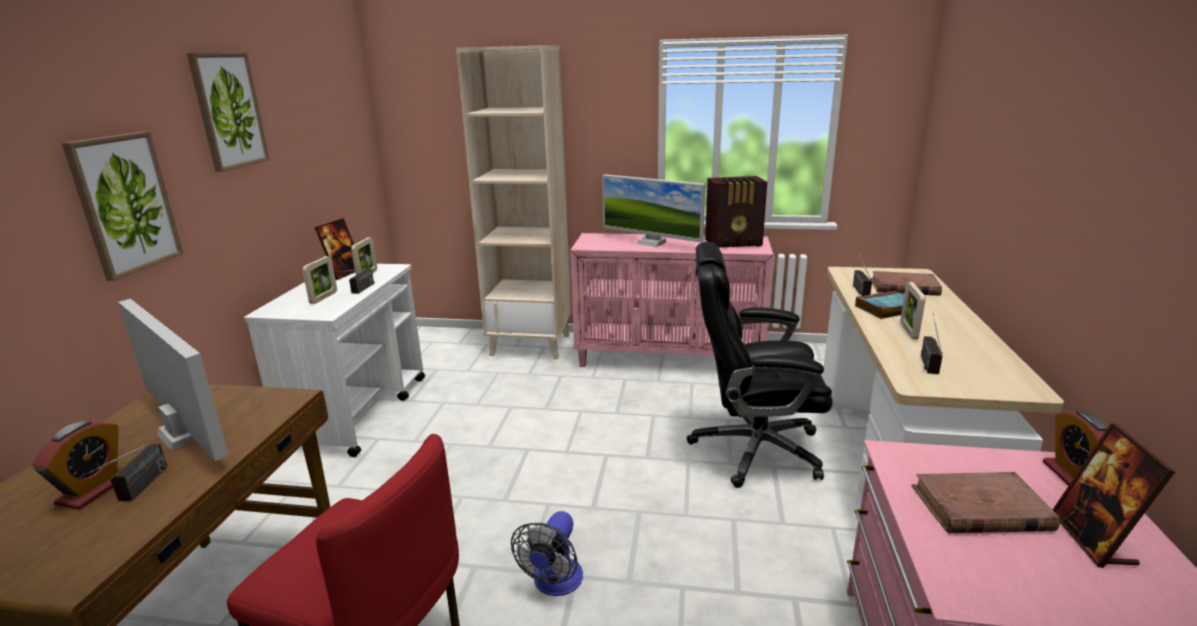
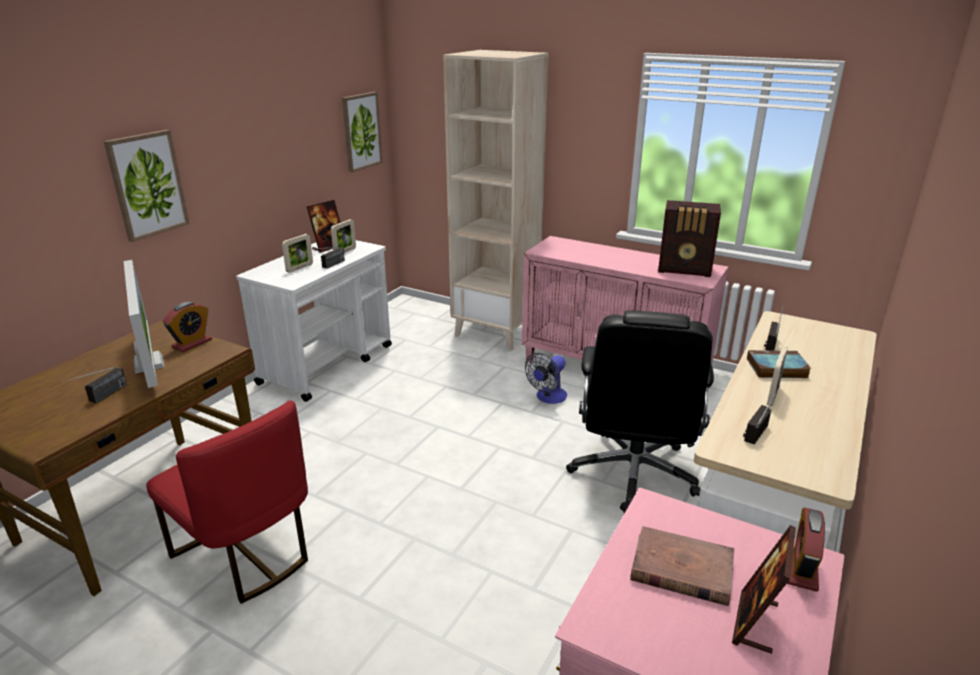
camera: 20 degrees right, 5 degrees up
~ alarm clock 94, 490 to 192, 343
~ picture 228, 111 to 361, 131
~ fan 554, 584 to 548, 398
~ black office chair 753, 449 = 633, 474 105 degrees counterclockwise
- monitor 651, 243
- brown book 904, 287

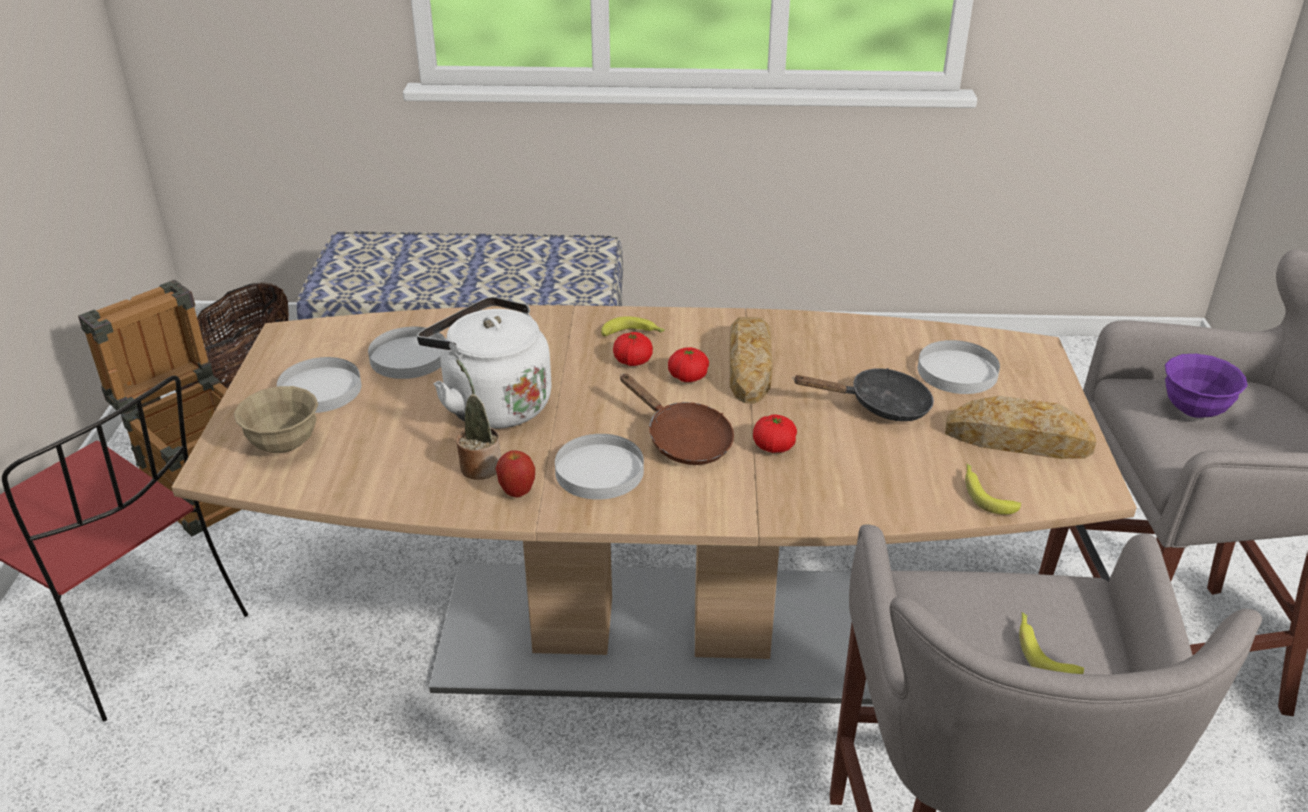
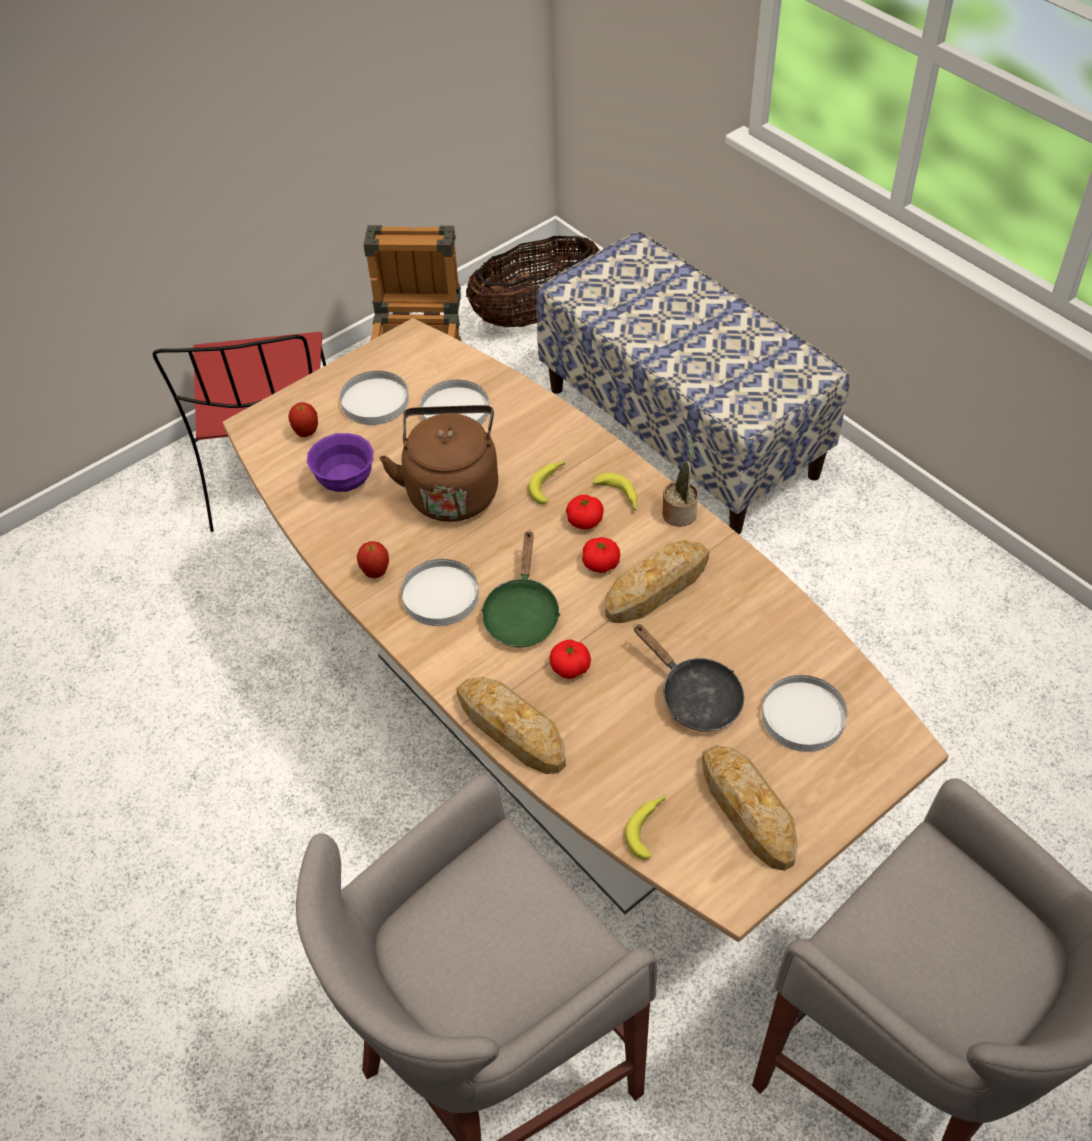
camera: 50 degrees right, 15 degrees up
~ beige bowl 284, 444 to apple 306, 433
~ purple bowl 1194, 410 to 345, 482
~ white kettle 492, 404 to brown kettle 451, 490
+ bread 511, 729
~ brown frying pan 683, 440 to green frying pan 521, 614
~ banana 1042, 651 to 549, 484
~ potted plant 479, 465 to 679, 512

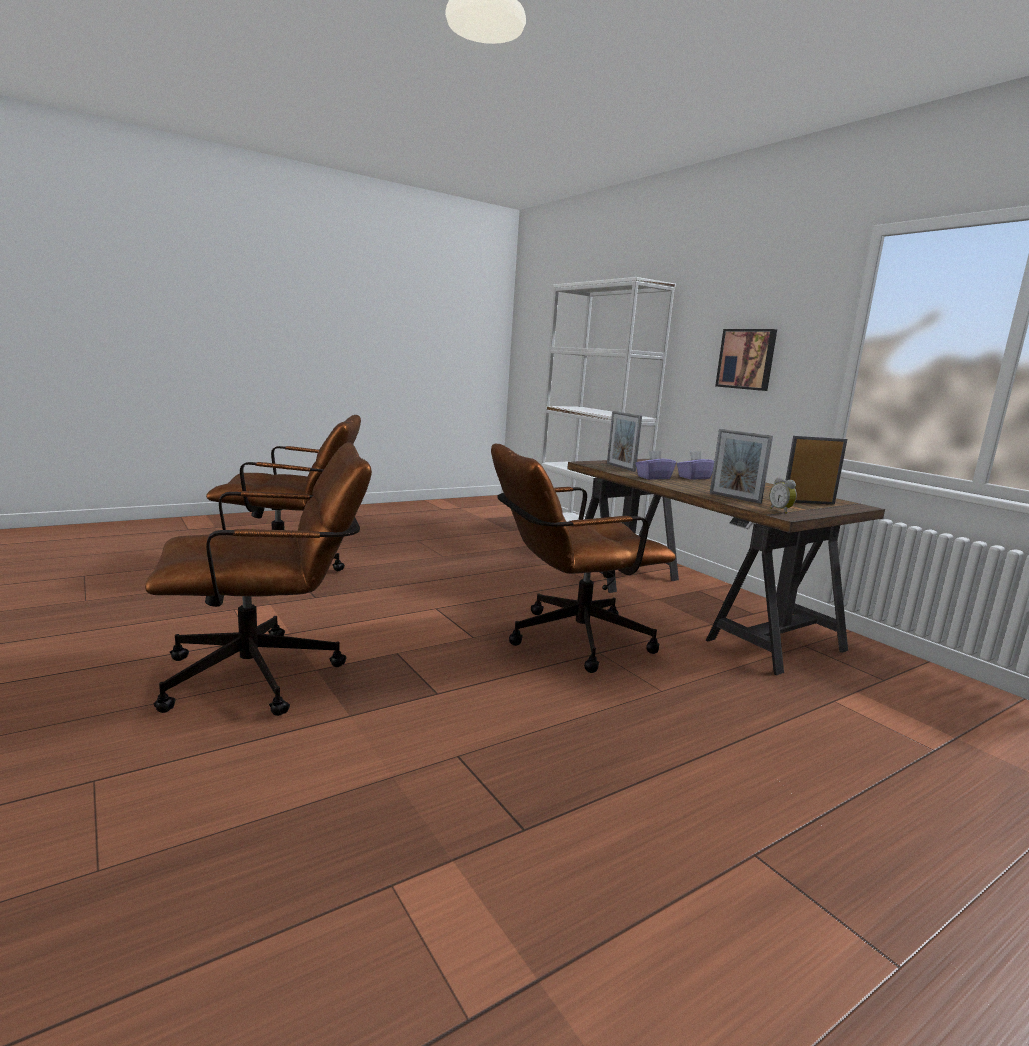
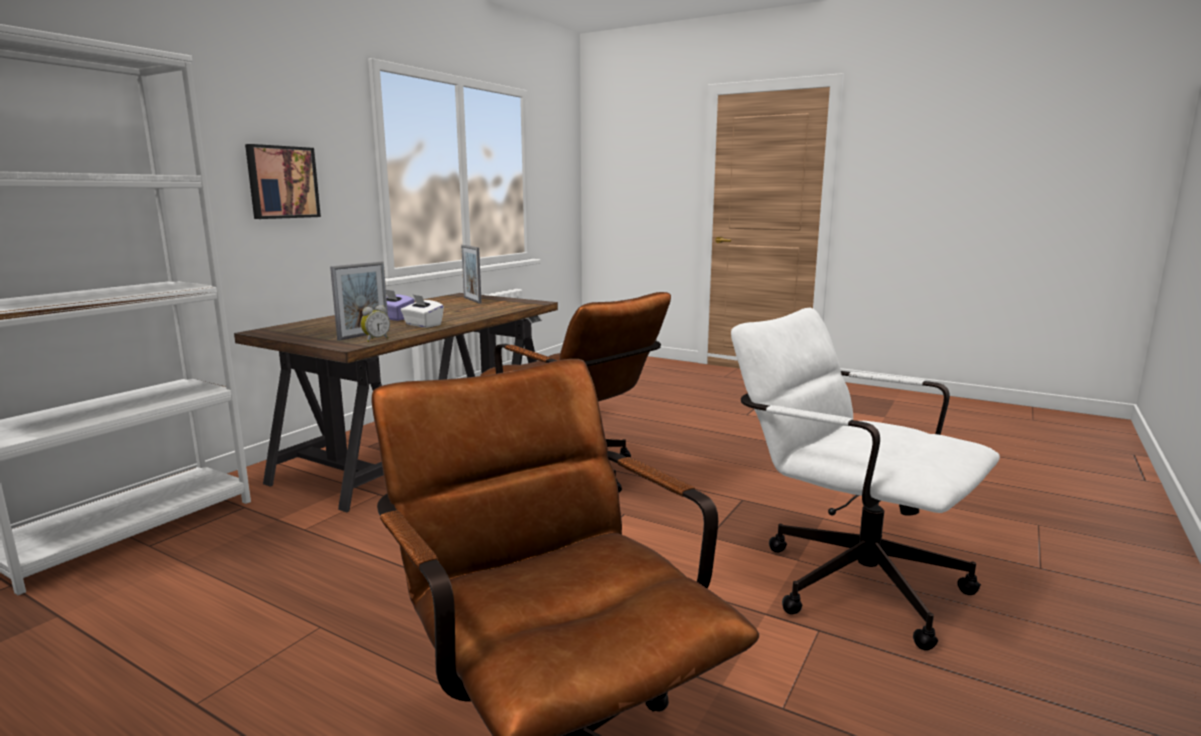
camera: 115 degrees left, 0 degrees up
~ alarm clock 781, 511 to 375, 339
~ purple tissue box 653, 477 to white tissue box 422, 325
~ brown office chair 269, 674 to white office chair 845, 577
- picture frame 735, 498

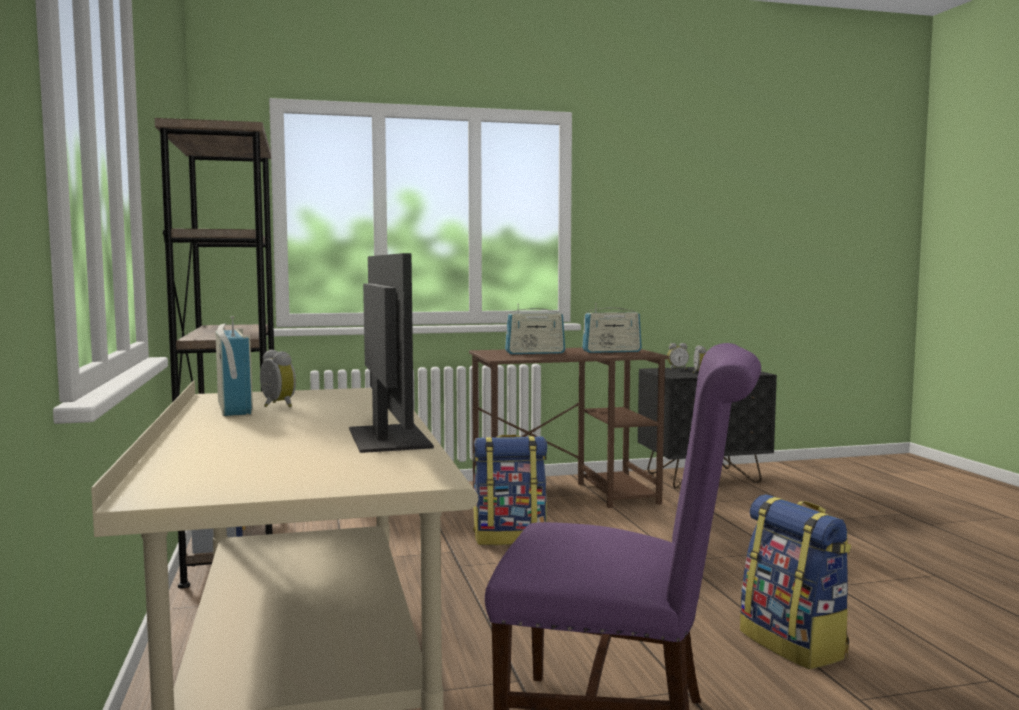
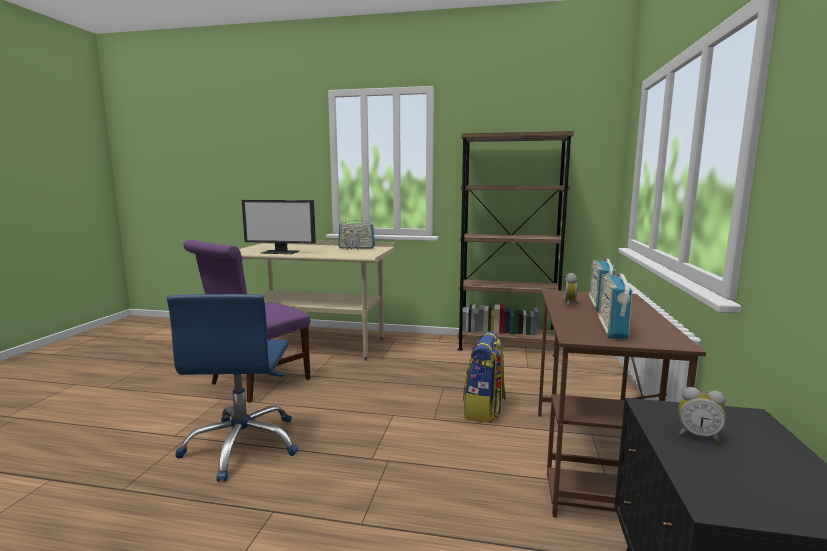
camera: 115 degrees right, 5 degrees up
~ backpack 794, 644 to blue office chair 243, 445
~ alarm clock 677, 369 to 571, 304

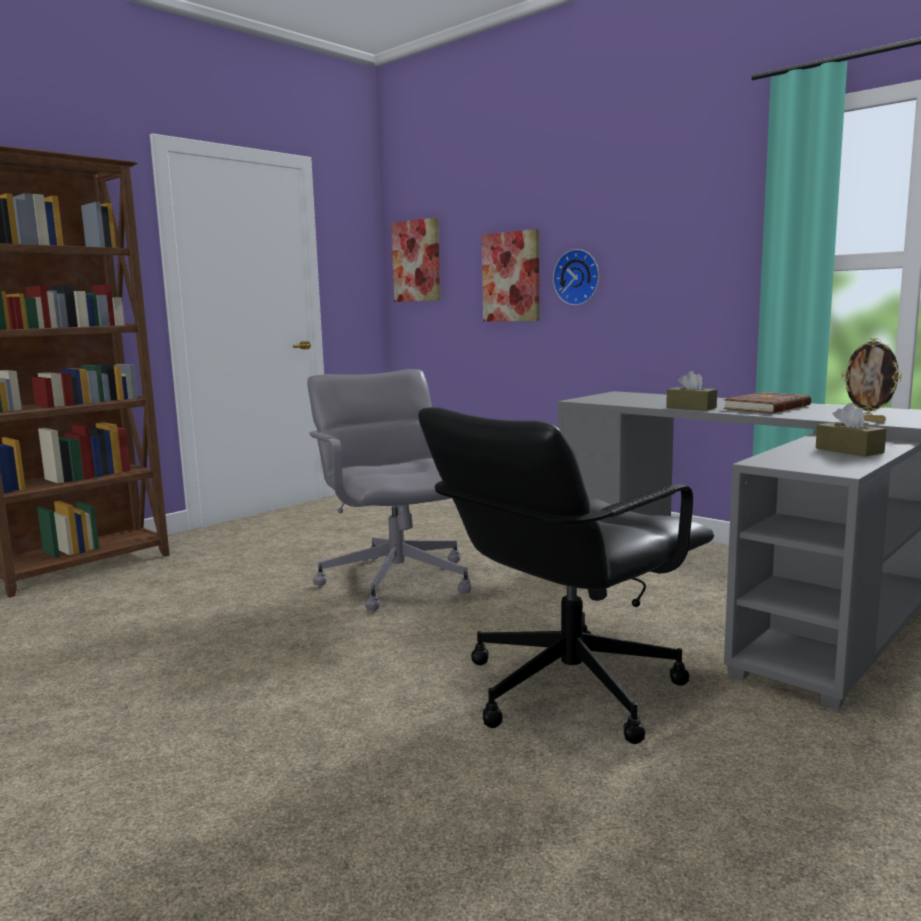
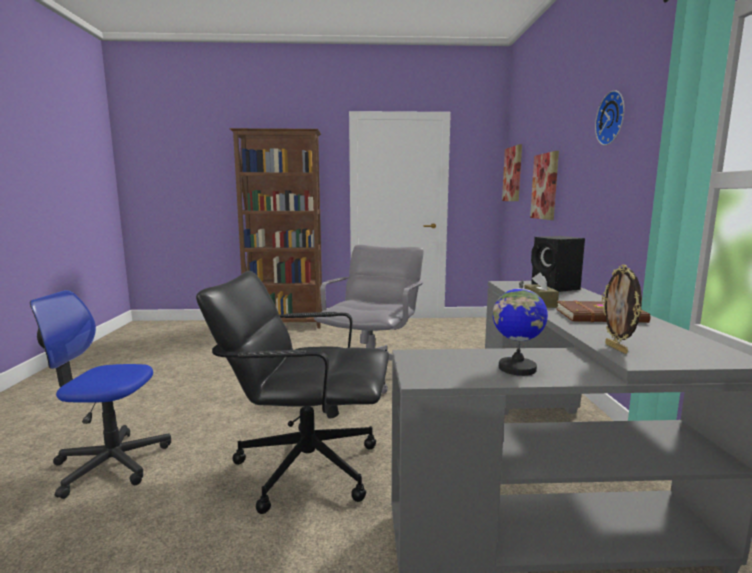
camera: 45 degrees right, 0 degrees up
+ office chair 111, 463
~ brown tissue box 849, 450 to globe 516, 368
+ black speaker 556, 288
~ wall clock 578, 277 to 613, 118

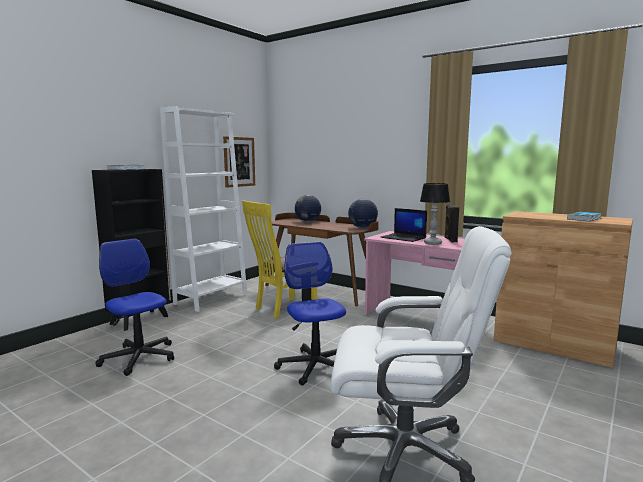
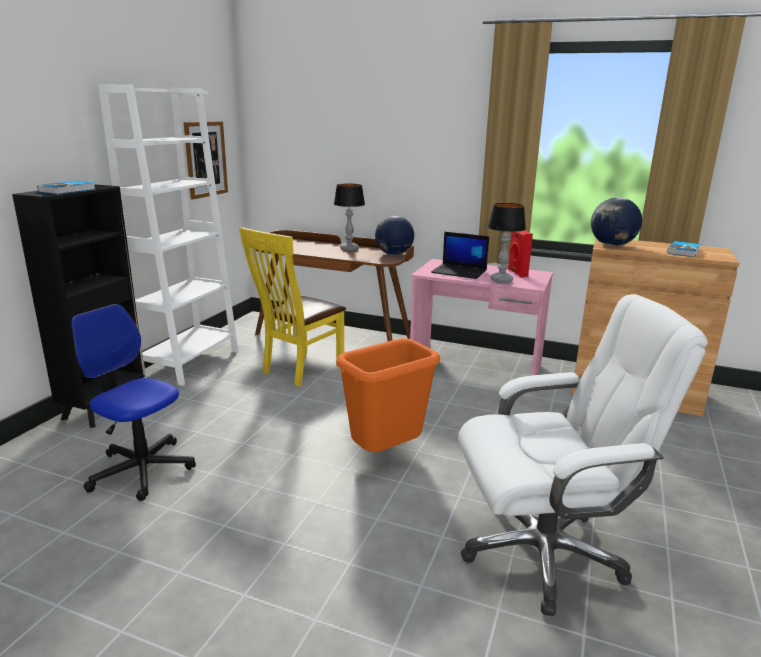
camera: 15 degrees left, 10 degrees up
+ table lamp 349, 249
~ office chair 314, 366 to orange trash can 386, 454
~ black speaker 450, 240 to red speaker 516, 273
~ globe 307, 221 to 612, 245

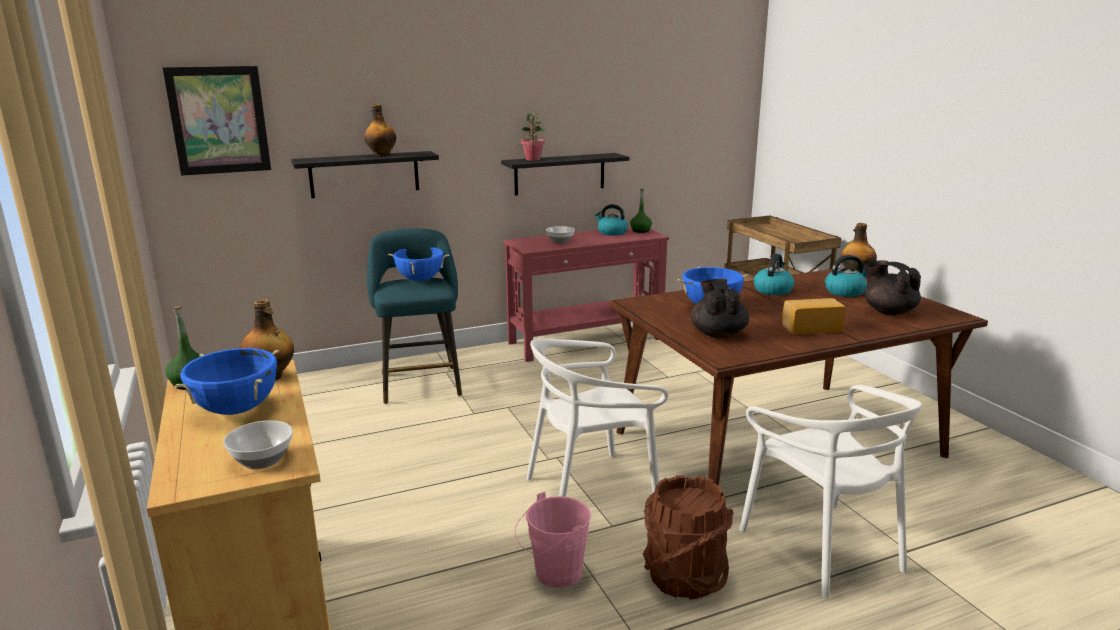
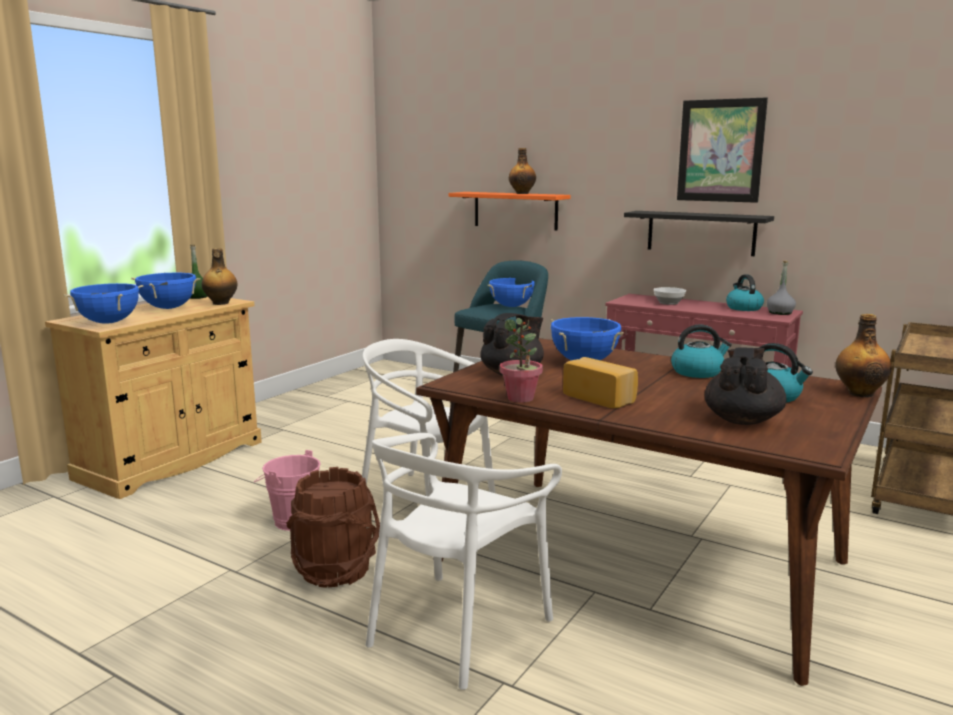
camera: 55 degrees right, 5 degrees down
~ bowl 263, 459 to blue cooking pot 109, 322
~ black shelf 364, 174 to orange shelf 515, 210
~ potted plant 533, 159 to 520, 398
~ picture 219, 120 to 720, 151
~ green bottle 640, 230 to grey bottle 780, 313

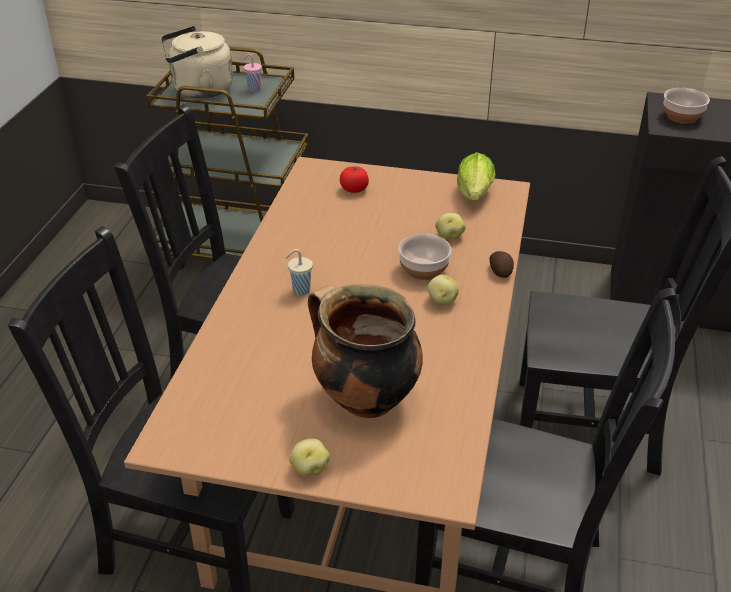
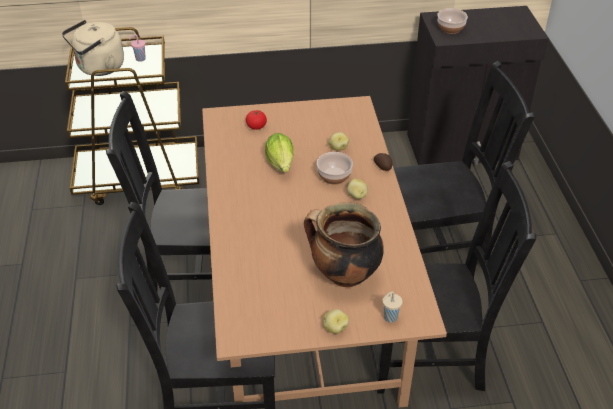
camera: 20 degrees left, 5 degrees up
~ lettuce 474, 196 to 281, 165
~ beige cup 300, 290 to 389, 318

